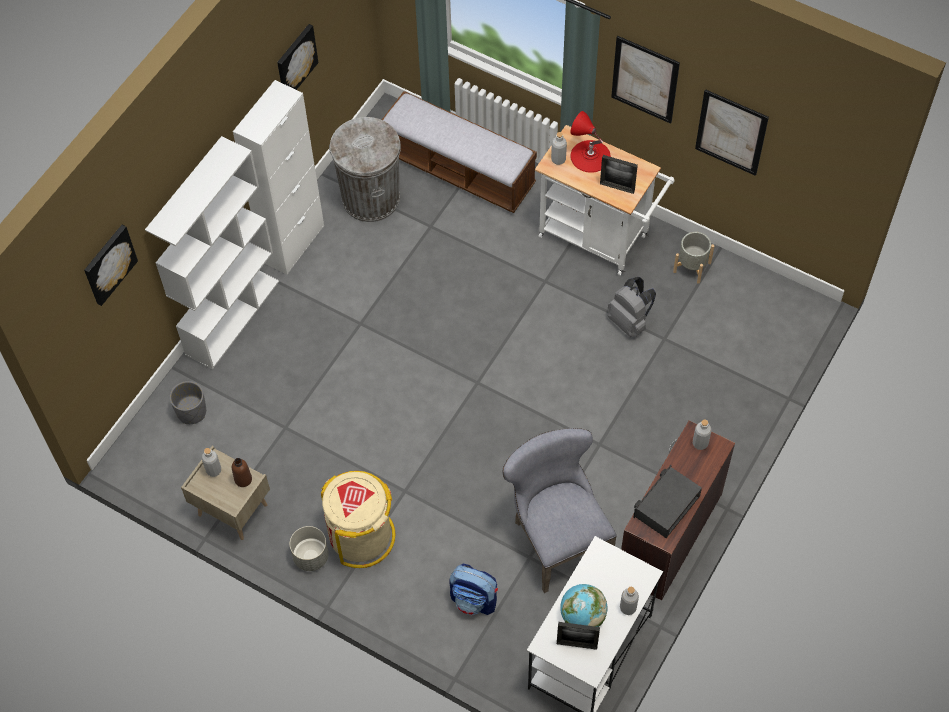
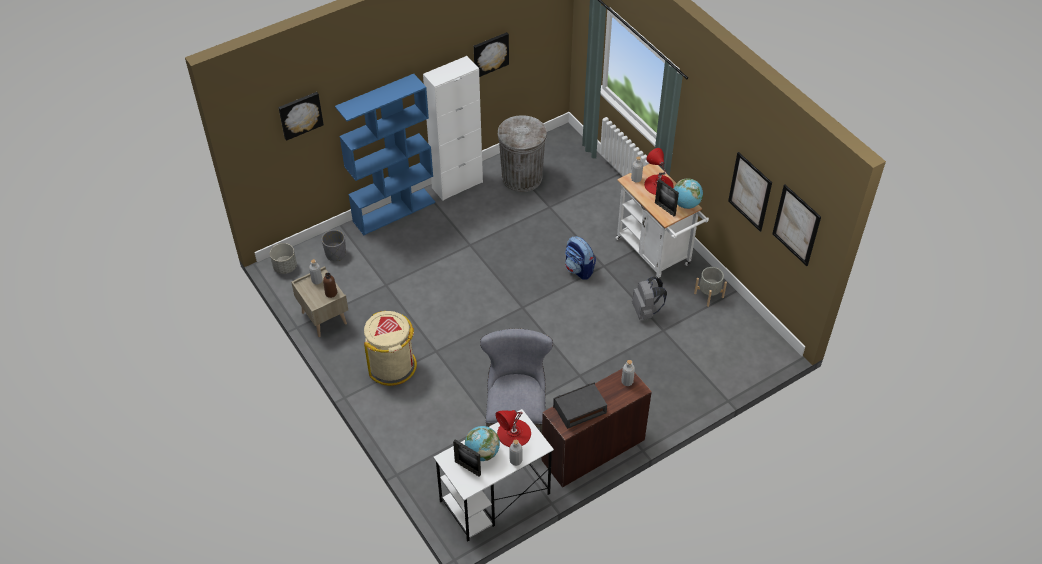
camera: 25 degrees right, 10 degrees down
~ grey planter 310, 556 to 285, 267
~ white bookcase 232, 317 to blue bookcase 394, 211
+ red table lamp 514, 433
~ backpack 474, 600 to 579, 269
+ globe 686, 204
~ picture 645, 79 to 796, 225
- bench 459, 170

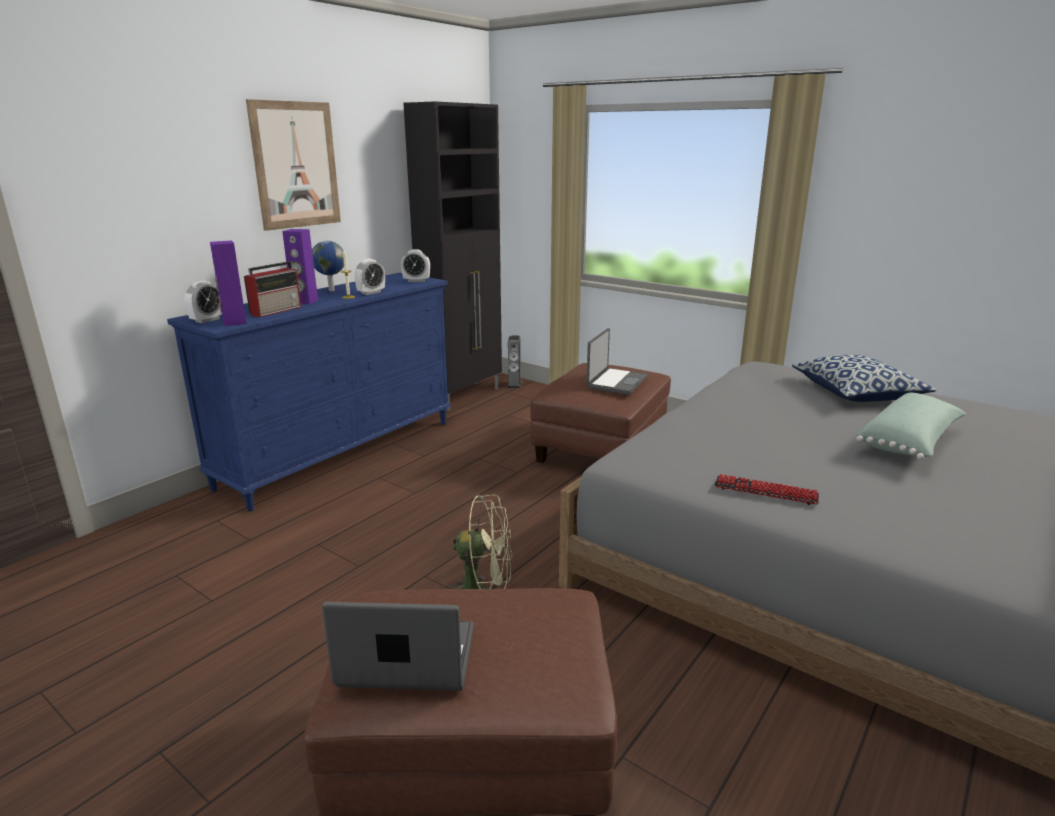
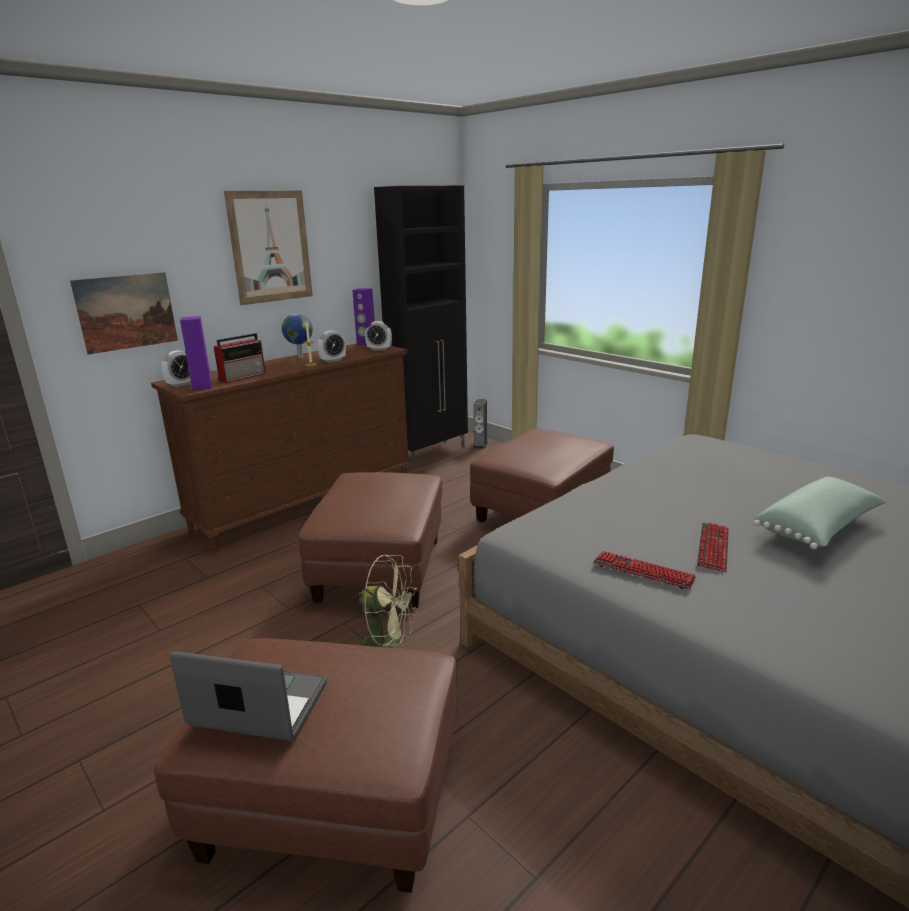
camera: 10 degrees right, 0 degrees up
+ picture 126, 312
~ blue dresser 341, 453 to brown dresser 307, 502
+ brown ottoman 380, 570
~ purple speaker 304, 301 to 366, 344
+ keyboard 713, 548
- laptop 616, 382
- pillow 857, 394

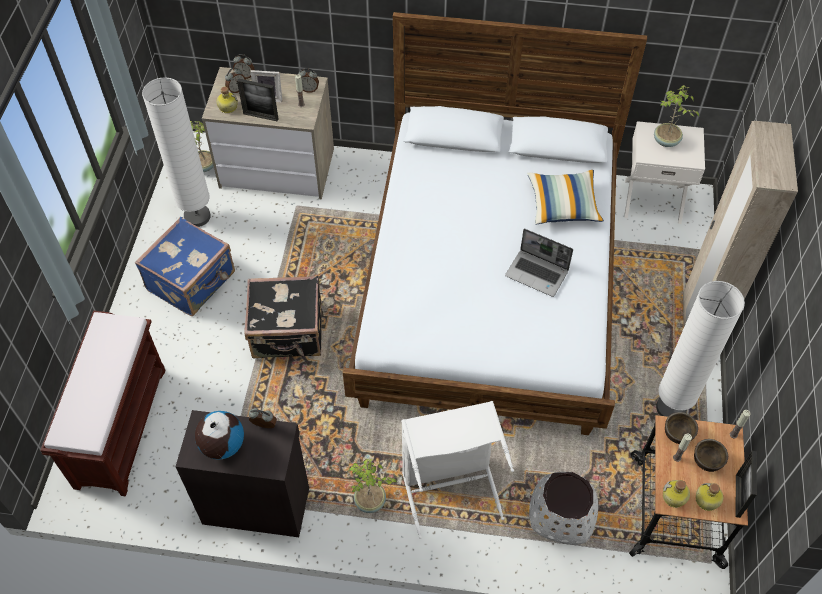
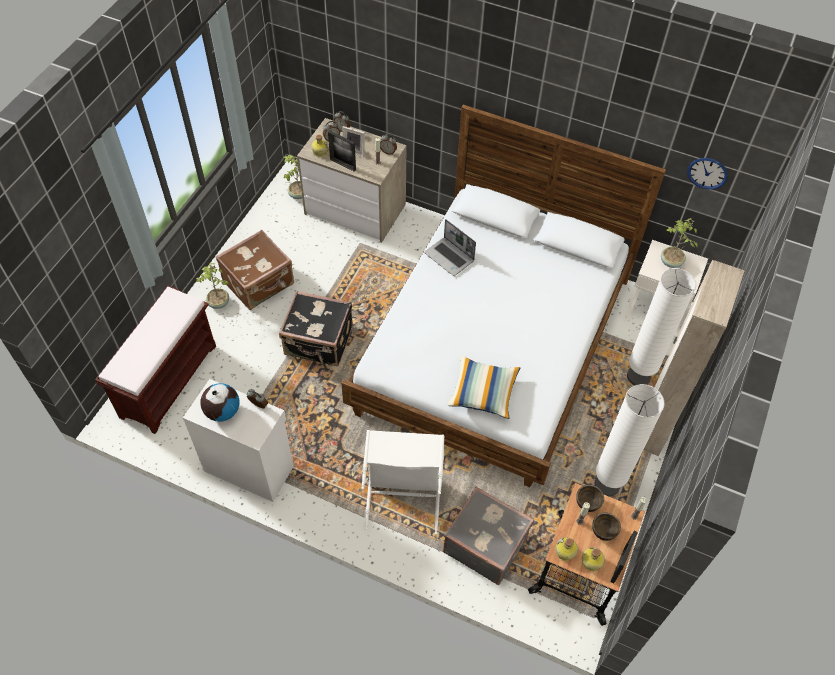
camera: 15 degrees right, 0 degrees up
~ black cabinet 256, 504 to white cabinet 249, 467
~ potted plant 370, 502 to 218, 303
~ blue suitcase 193, 282 to brown suitcase 259, 283
~ laptop 537, 273 to 450, 257
~ white planter 562, 514 to grey suitcase 485, 543
~ pillow 563, 204 to 483, 392
~ white floor lamp 197, 217 to 638, 377
+ wall clock 707, 173

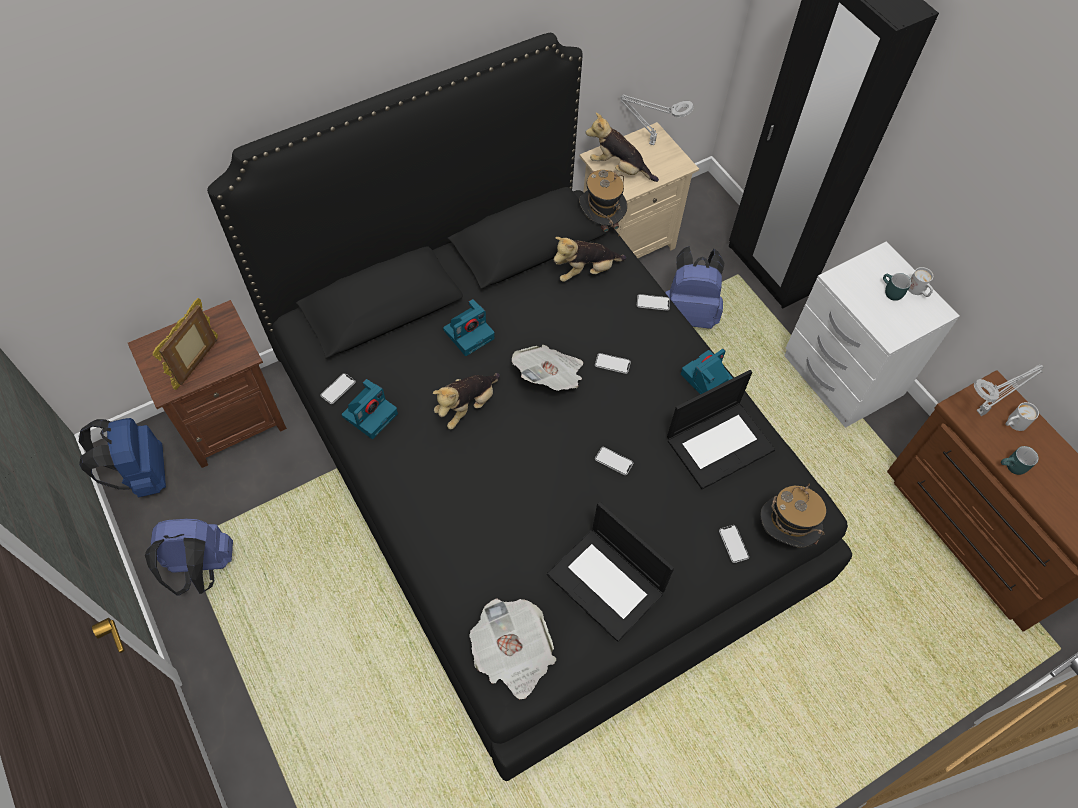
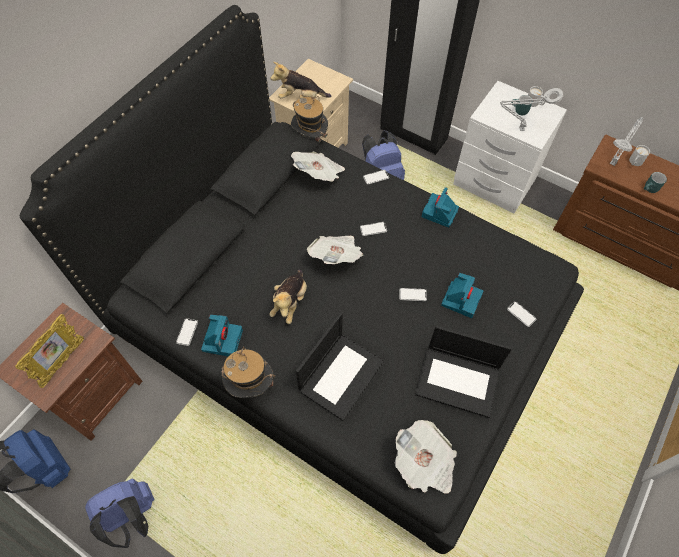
camera: 25 degrees left, 0 degrees up
~ picture frame 198, 364 = 62, 362 150 degrees counterclockwise
~ hat 784, 533 to 251, 386
~ plush toy 585, 271 to newspaper 319, 174
~ laptop 720, 443 to 341, 375
~ photo camera 469, 333 to 461, 299
~ grey table lamp 649, 142 to 519, 129

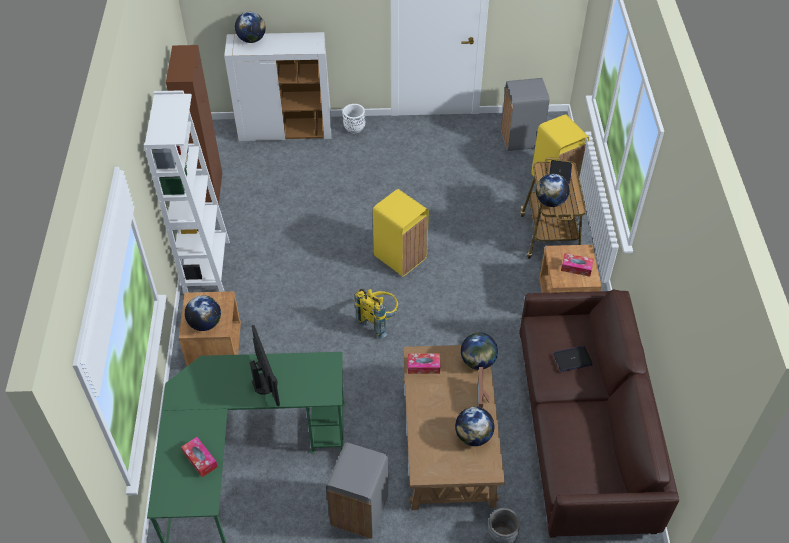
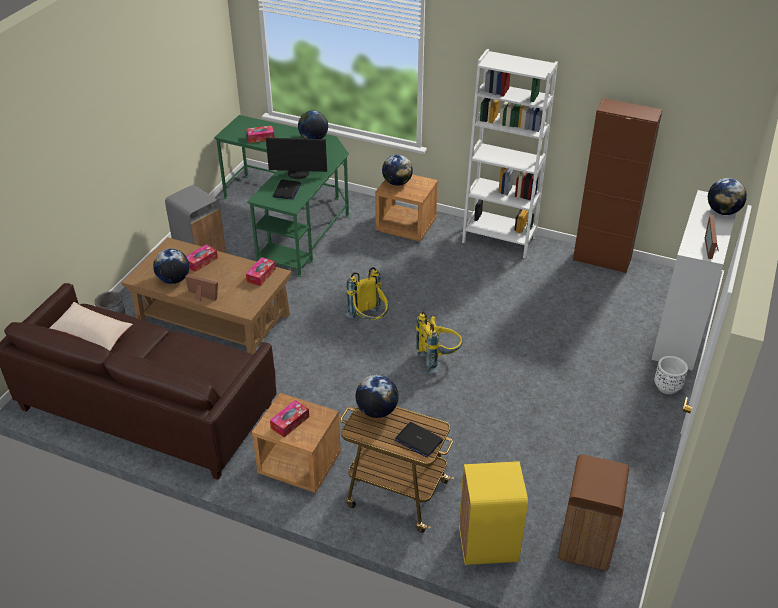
camera: 115 degrees right, 10 degrees down
+ beige pillow 92, 333
+ tissue box 201, 262
~ laptop 572, 359 to 287, 190
~ globe 477, 361 to 313, 139
~ yellow trash can 400, 258 to yellow backpack 438, 359
~ grey trash can 520, 139 to brown trash can 586, 543
+ picture frame 712, 247

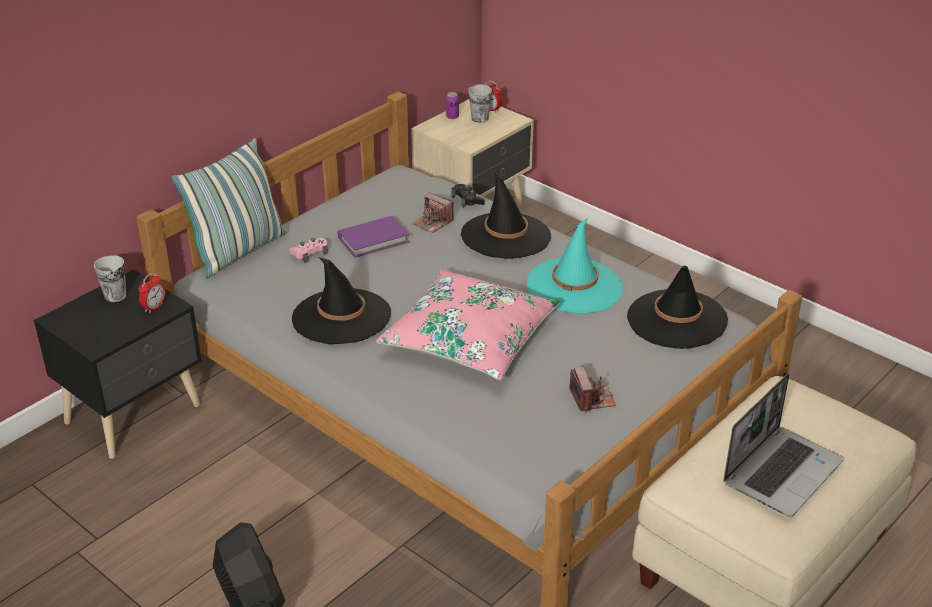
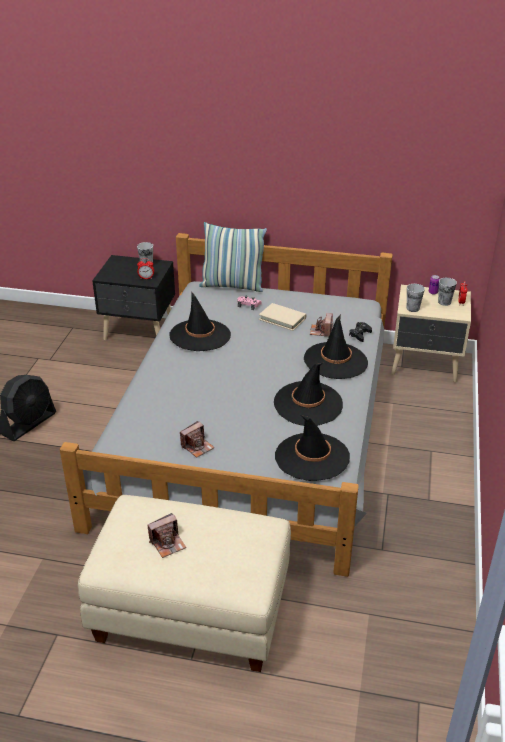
camera: 60 degrees right, 0 degrees up
~ laptop 782, 471 to photo camera 167, 543
~ purple book 373, 240 to beige book 282, 319
~ turquoise hat 574, 286 to black hat 308, 404
+ cup 413, 308
- pink pillow 469, 339

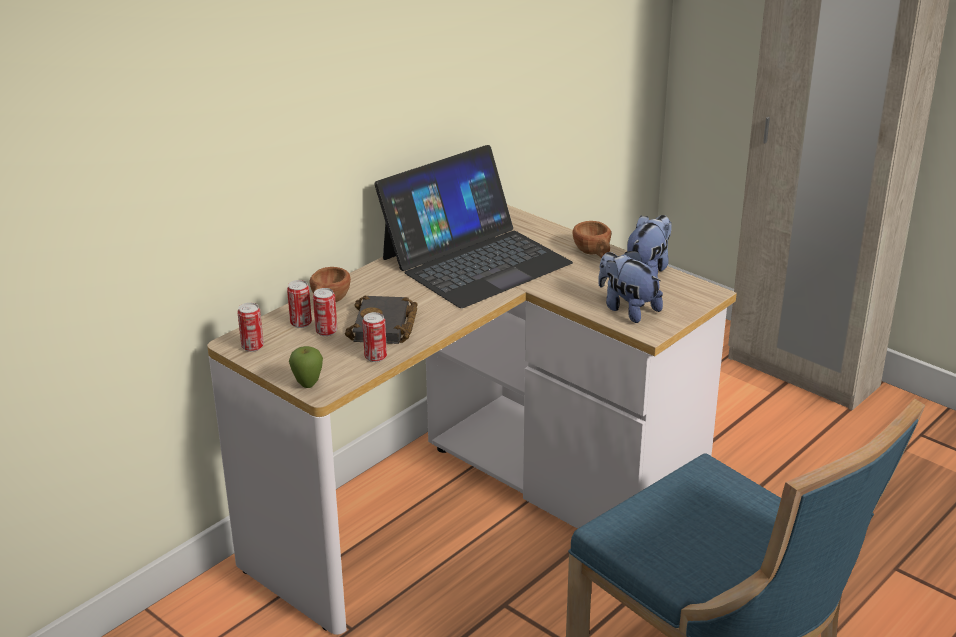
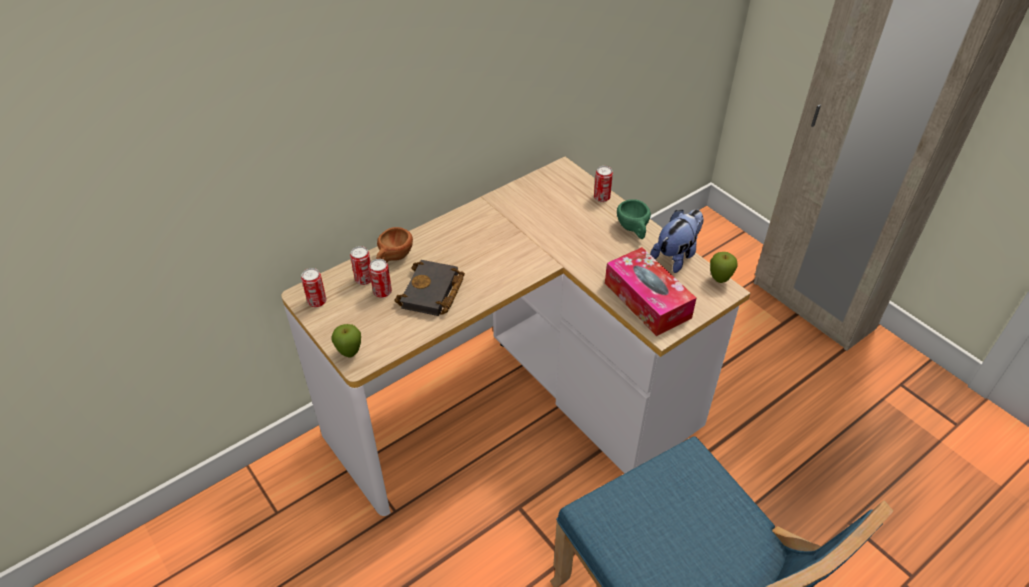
camera: 10 degrees right, 15 degrees up
~ can 375, 357 to 601, 197
~ plush toy 627, 309 to tissue box 647, 300
~ brown cup 594, 254 to green cup 633, 229
+ apple 719, 280
- laptop 475, 260

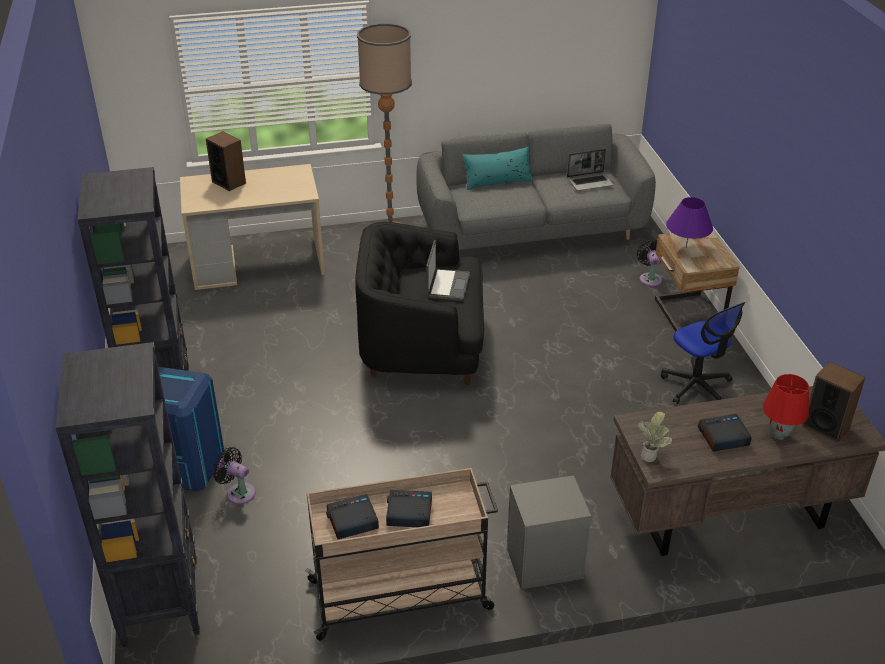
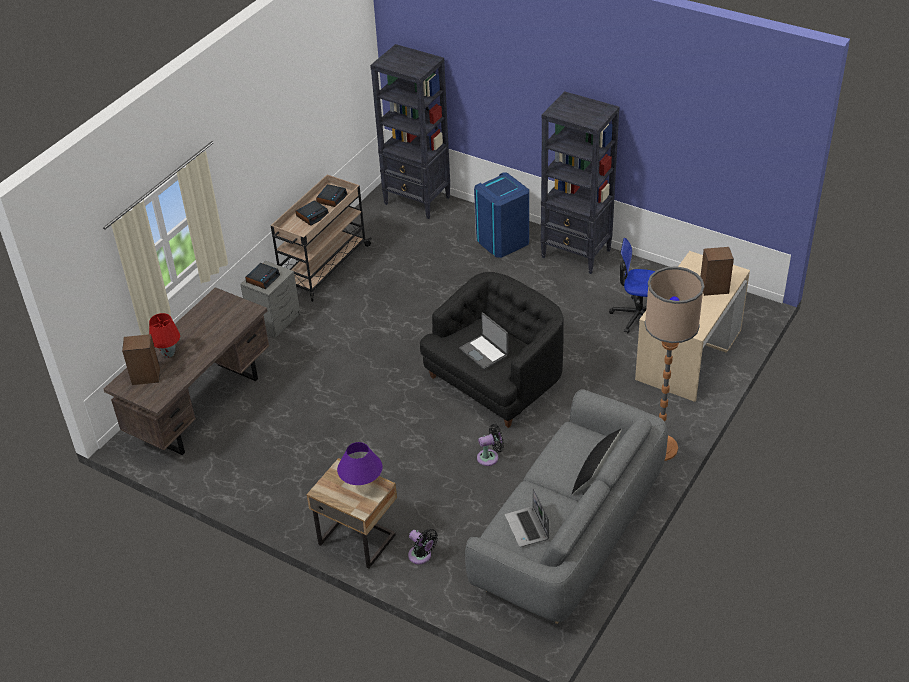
camera: 135 degrees right, 5 degrees up
~ alarm clock 722, 437 to 263, 278
~ black fan 238, 492 to 490, 457
~ laptop 590, 182 = 527, 528 45 degrees counterclockwise
~ turquoise pillow 497, 181 to black pillow 596, 472
~ office chair 696, 386 to 637, 316
- potted plant 650, 454

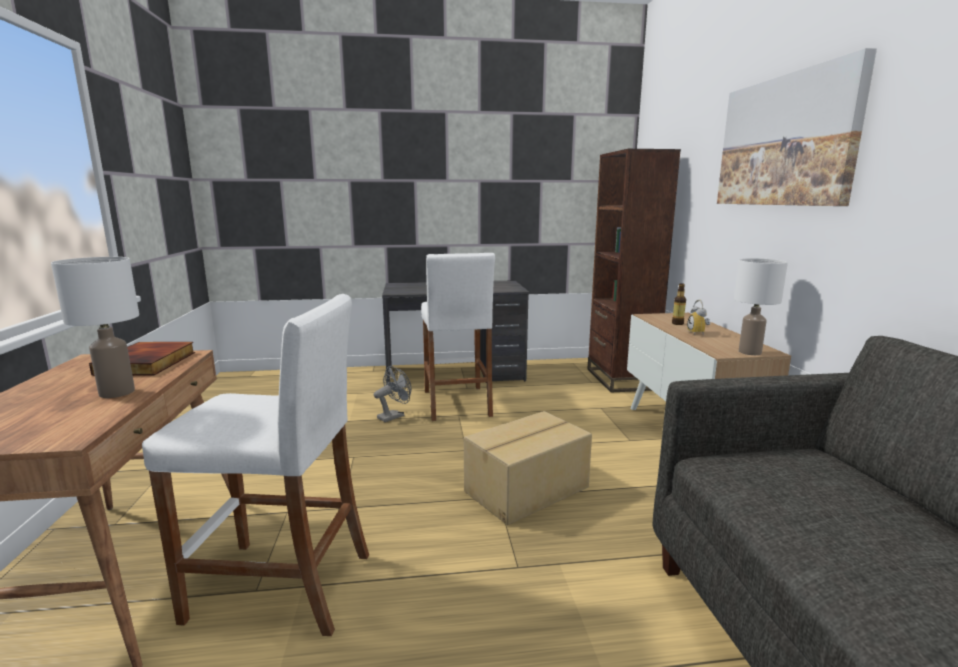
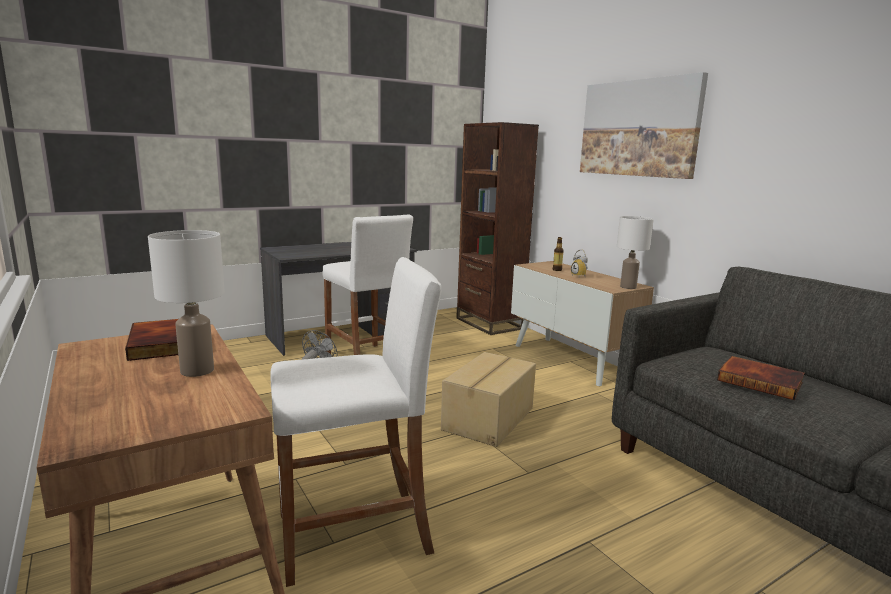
camera: 25 degrees left, 0 degrees up
+ book 760, 381

